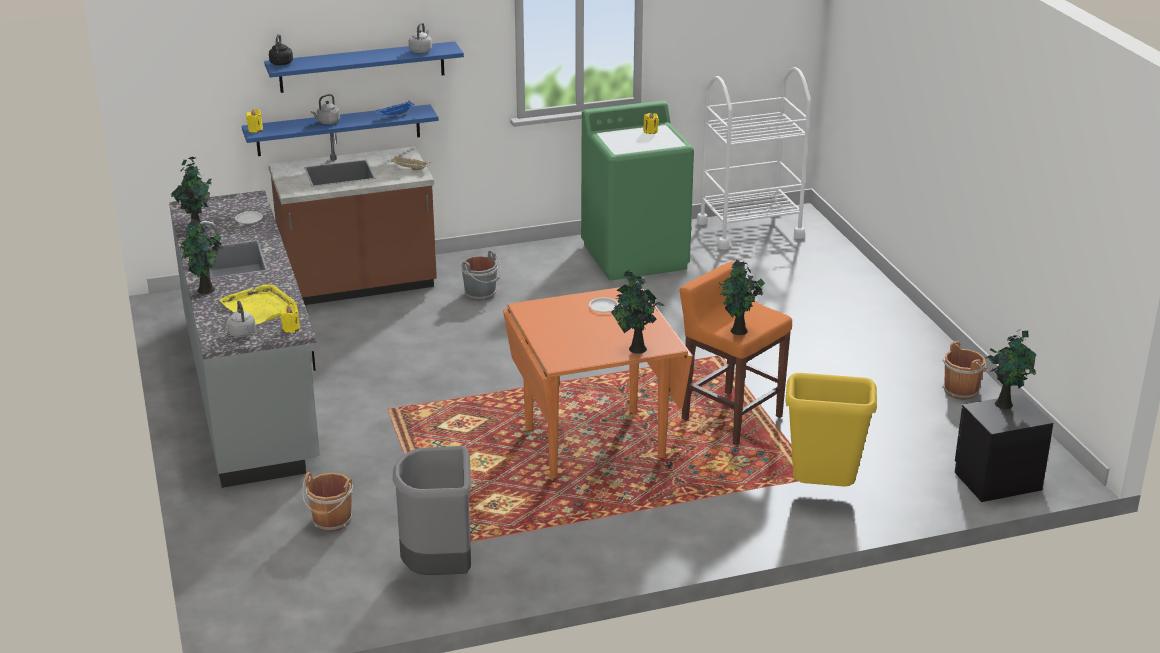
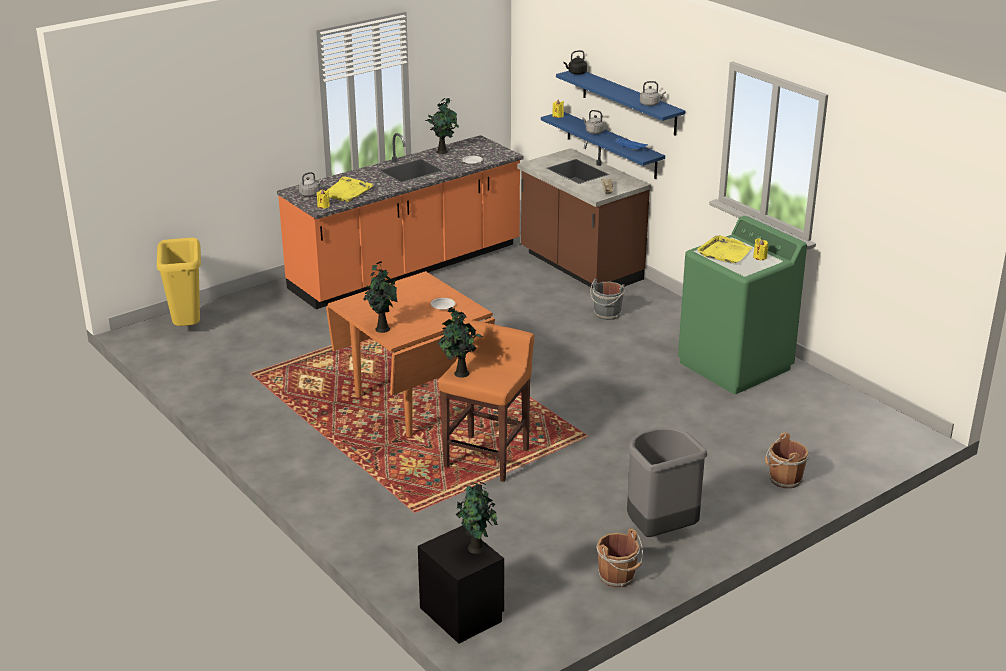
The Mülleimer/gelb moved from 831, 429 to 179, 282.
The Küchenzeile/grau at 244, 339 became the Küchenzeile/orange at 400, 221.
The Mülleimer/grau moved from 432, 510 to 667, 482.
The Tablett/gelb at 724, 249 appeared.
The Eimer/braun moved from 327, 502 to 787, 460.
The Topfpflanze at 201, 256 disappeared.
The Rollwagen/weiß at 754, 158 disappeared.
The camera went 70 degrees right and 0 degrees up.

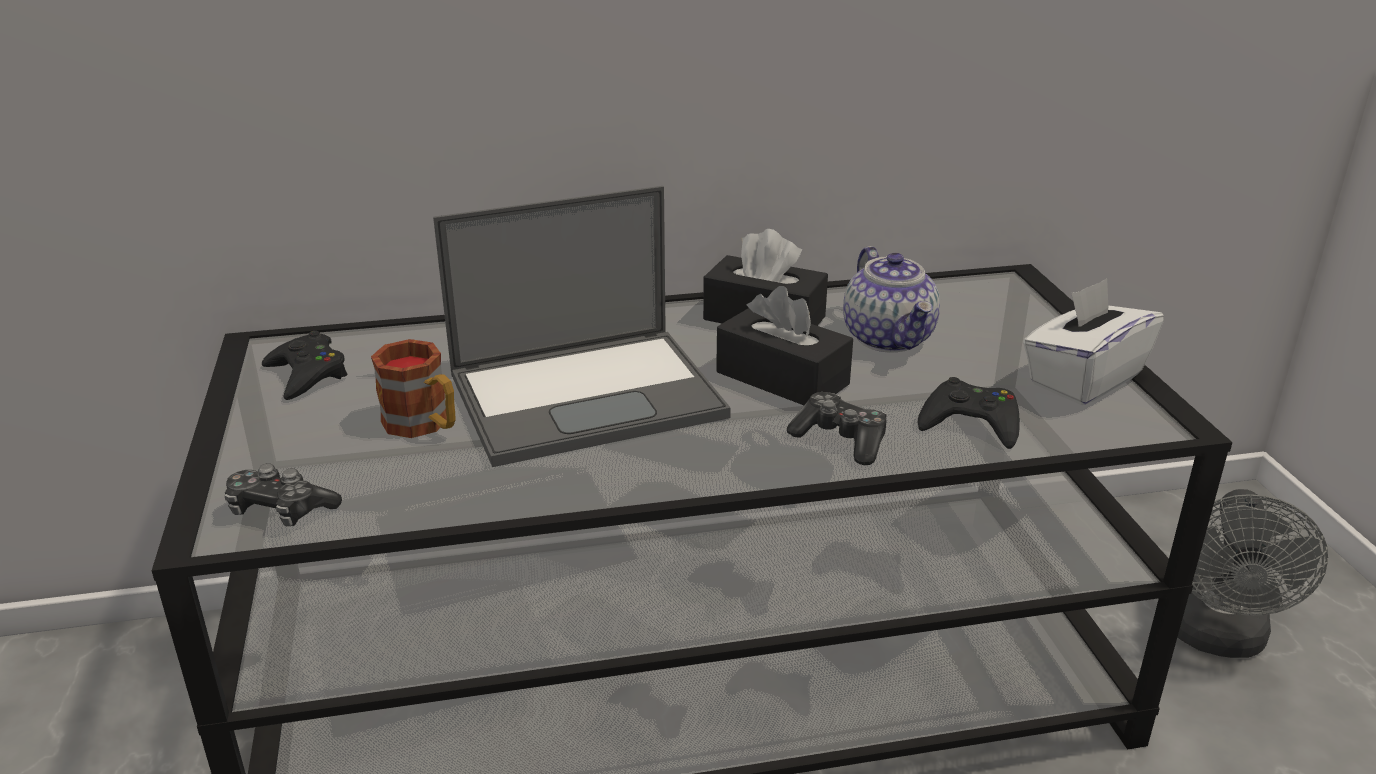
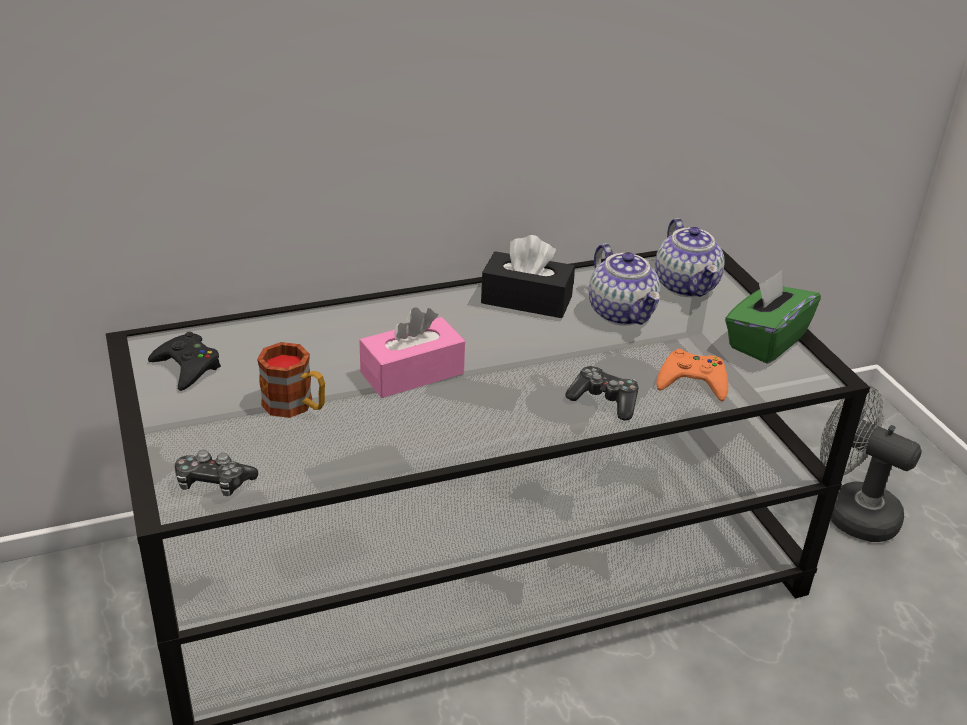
The Laptop at 582, 326 was replaced by the Taschentuchbox/rosa at 412, 352.
The Teekanne at 690, 257 appeared.
The Gamepad/schwarz at 968, 413 became the Gamepad/orange at 692, 375.
The Taschentuchbox/weiß at 1093, 341 became the Taschentuchbox/grün at 773, 317.
The Ventilator/grau at 1253, 573 turned 120 degrees clockwise.
The Taschentuchbox/schwarz at 784, 345 disappeared.
The camera went 10 degrees left and 5 degrees up.

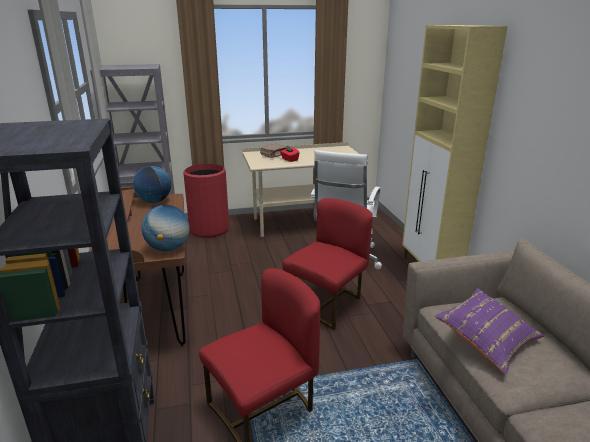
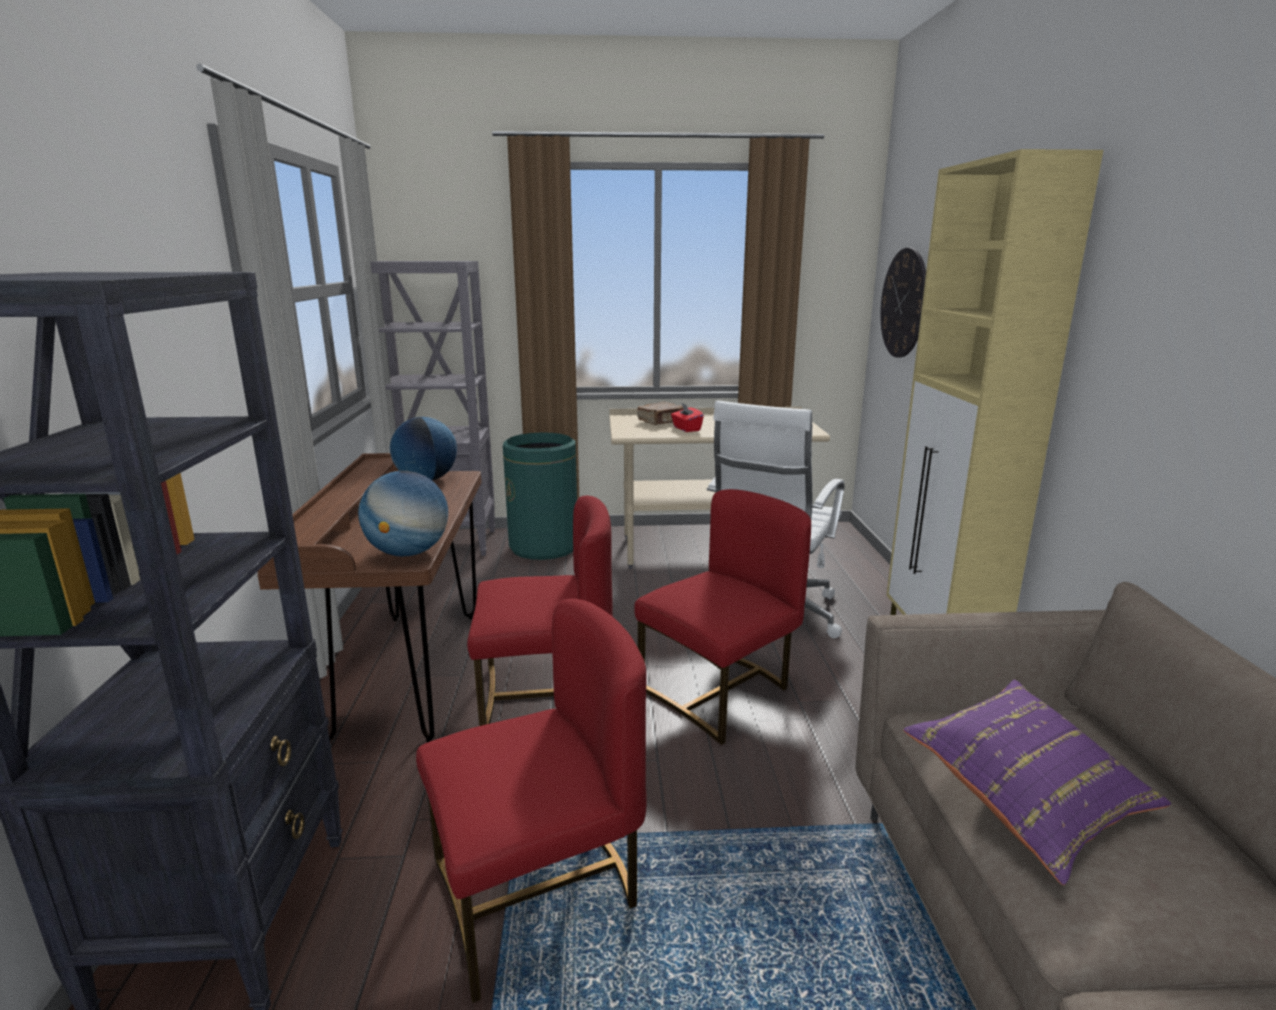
The Stuhl/rot at 540, 611 appeared.
The Mülleimer/rot at 206, 201 became the Mülleimer/grün at 540, 496.
The Wanduhr at 903, 302 appeared.
The camera went 10 degrees right and 5 degrees down.

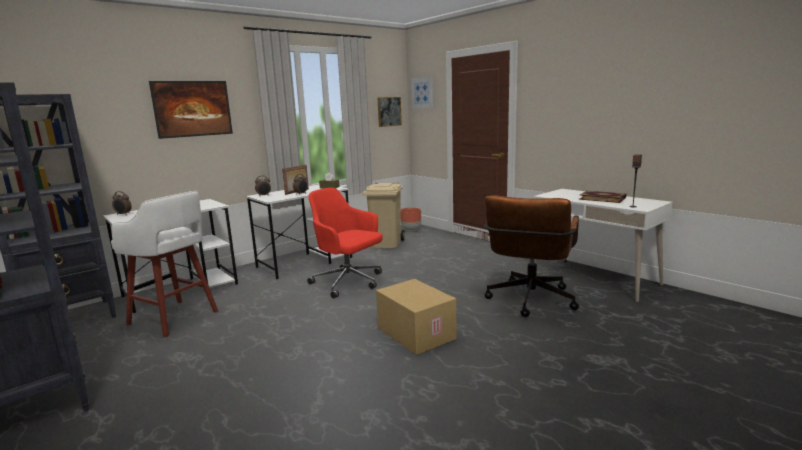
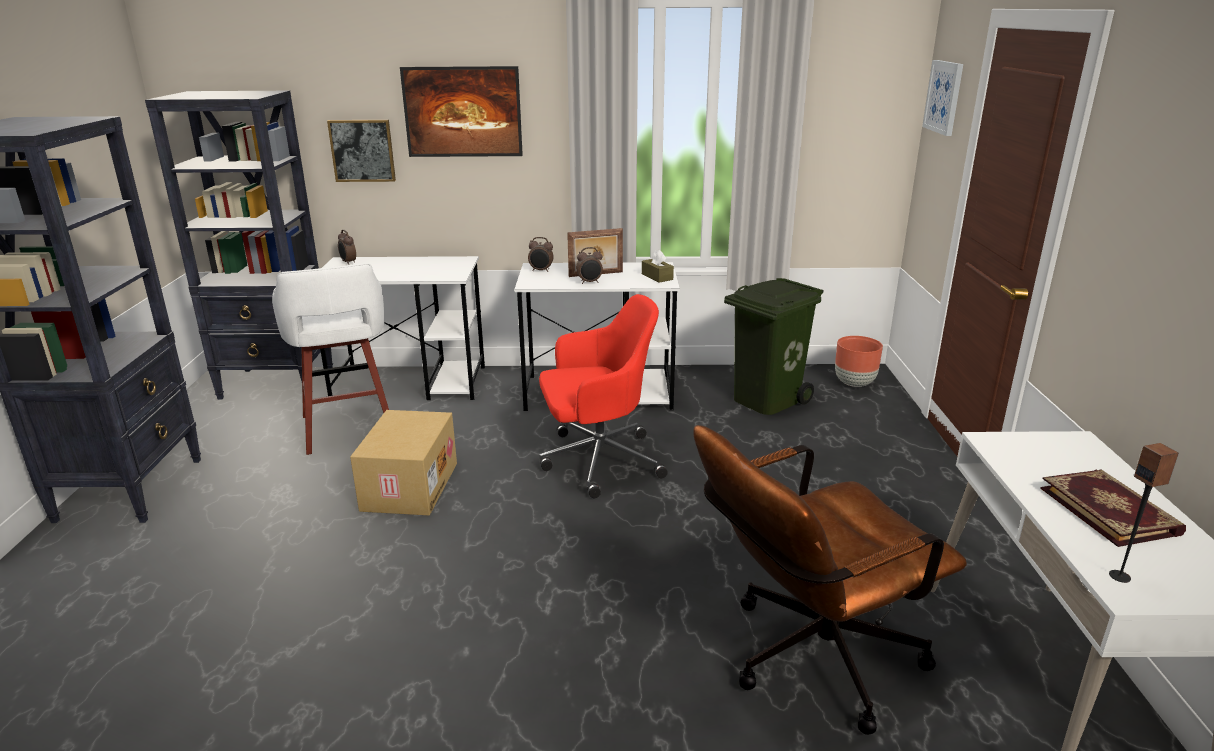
The Bild moved from 390, 112 to 361, 151.
The Karton moved from 416, 317 to 403, 463.
The Bürostuhl/rot at 345, 243 turned 90 degrees clockwise.
The Mülleimer/beige at 384, 215 became the Mülleimer/grün at 774, 346.
The camera went 40 degrees right and 10 degrees up.

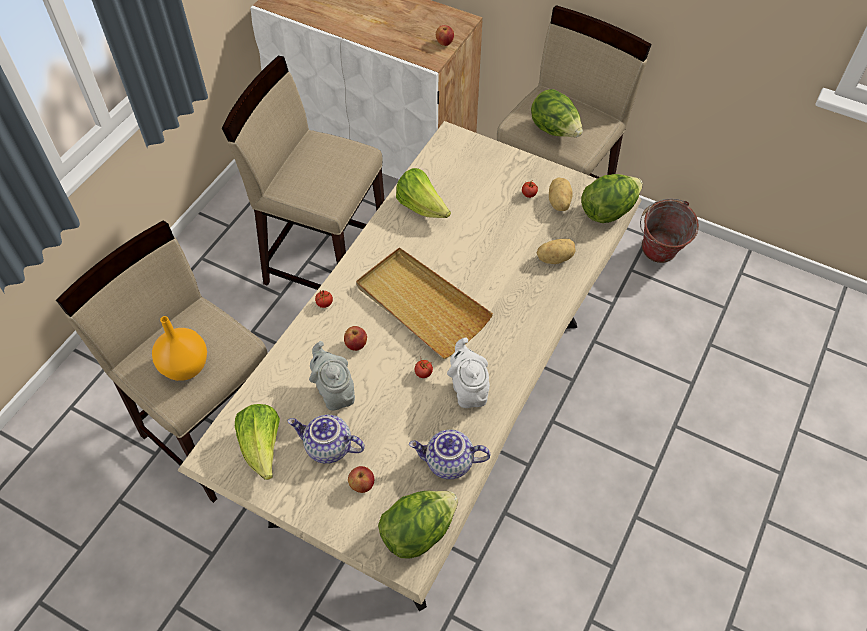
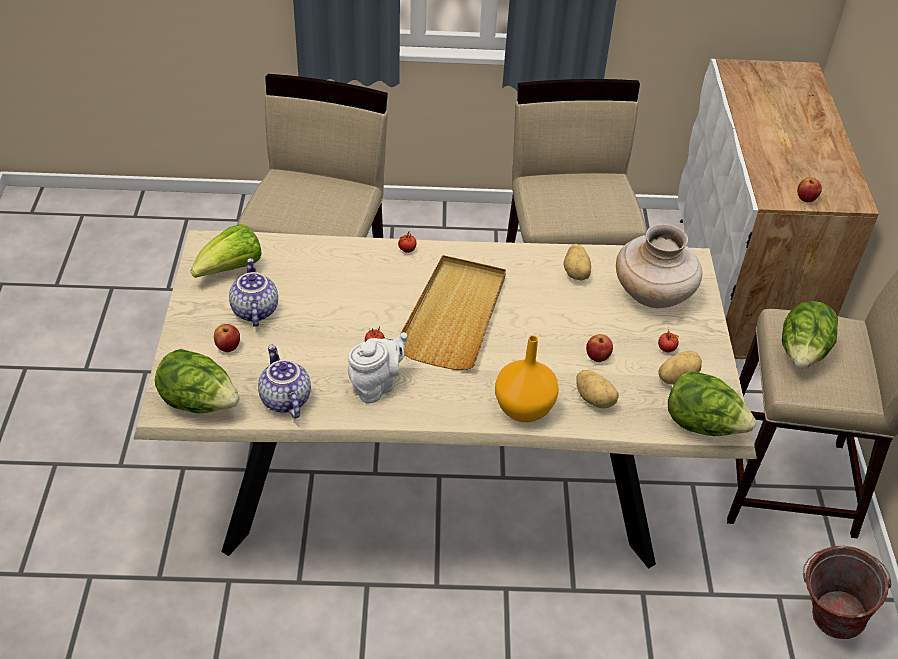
The Vase/orange moved from 179, 348 to 527, 378.
The Salatkopf at 423, 193 was replaced by the Kartoffel at 577, 262.
The Apfel moved from 355, 338 to 599, 348.
The Vase/beige at 659, 266 appeared.
The Teekanne/grau at 332, 376 disappeared.
The camera went 60 degrees right and 10 degrees down.

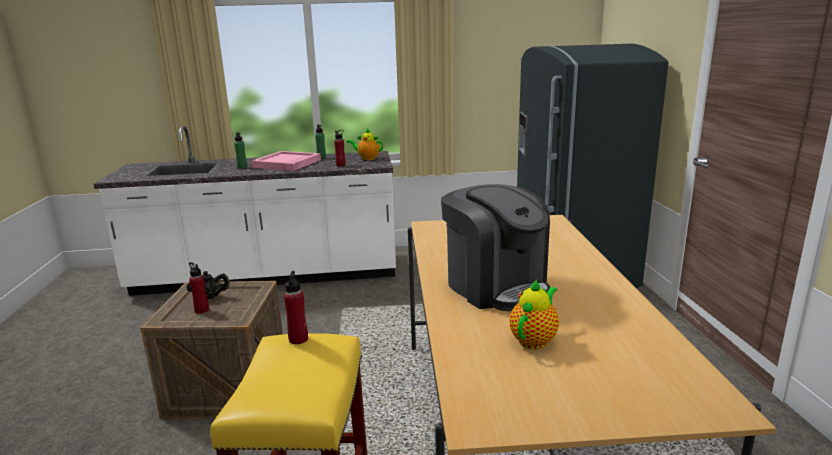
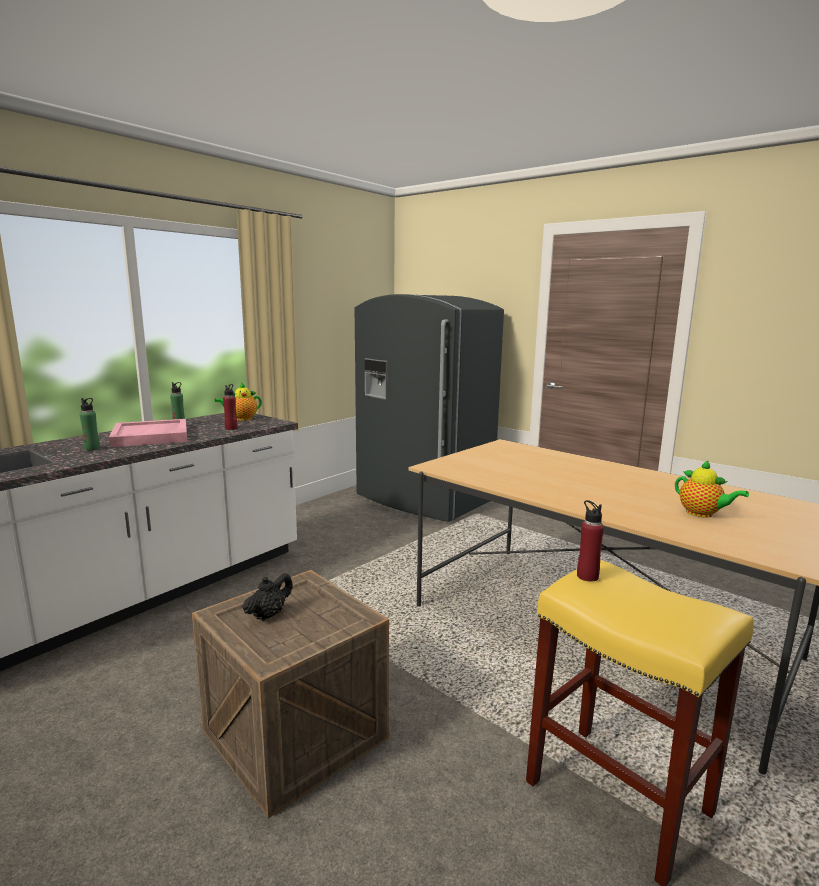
The Teekanne at 534, 314 turned 150 degrees clockwise.
The Flasche/rot at 199, 288 disappeared.
The Kaffeemaschine at 495, 247 disappeared.
The camera went 45 degrees left and 5 degrees down.

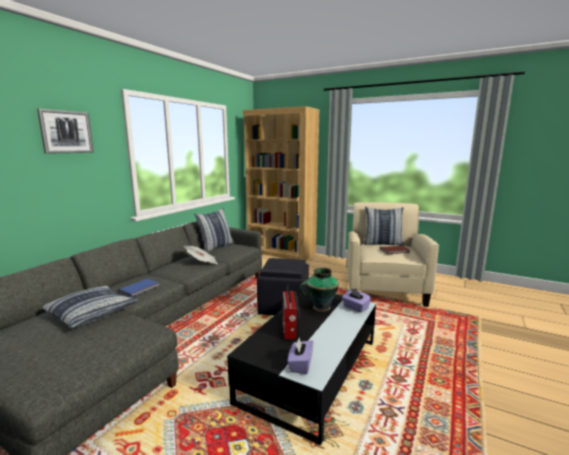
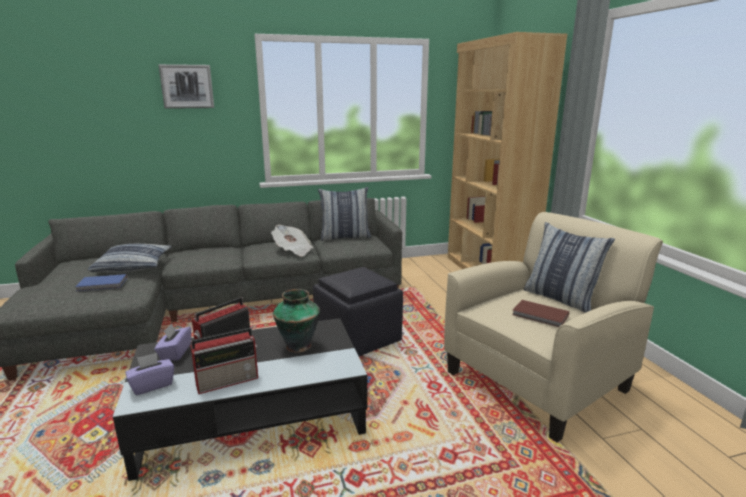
The Buch/blau moved from 138, 288 to 101, 282.
The Taschentuchbox/lila moved from 356, 301 to 172, 341.
The Radio at 224, 360 appeared.
The camera went 45 degrees right and 5 degrees up.

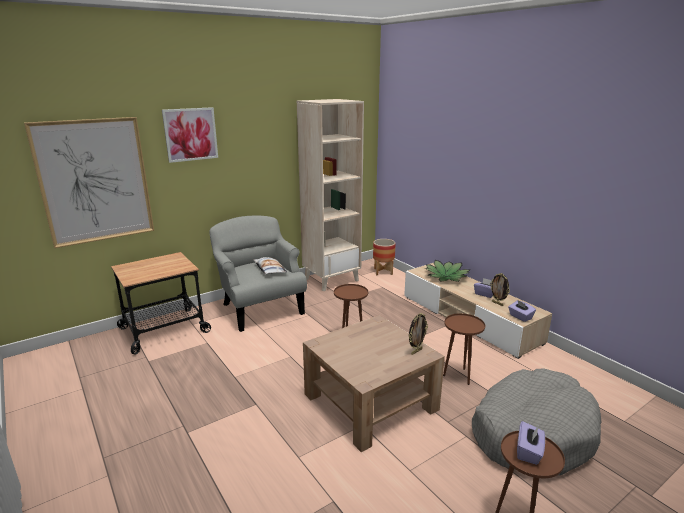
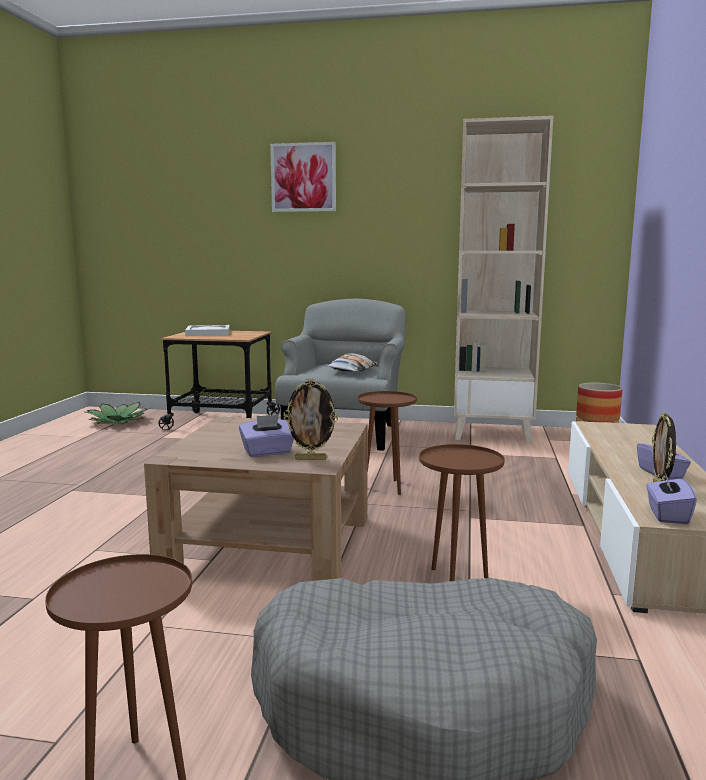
The Topfpflanze moved from 447, 271 to 117, 413.
The Tablett/weiß at 207, 330 appeared.
The Taschentuchbox/lila moved from 531, 443 to 266, 436.
The Bild at 89, 182 disappeared.
The camera went 45 degrees right and 10 degrees down.

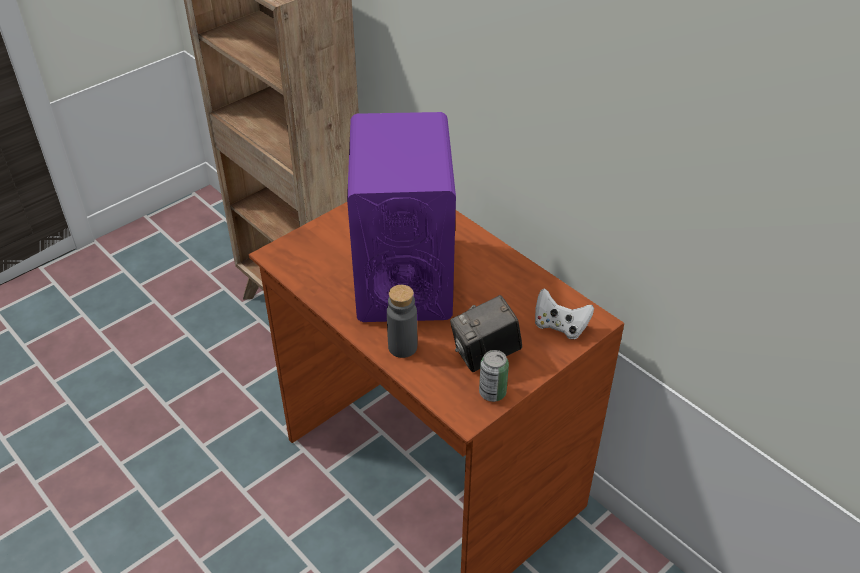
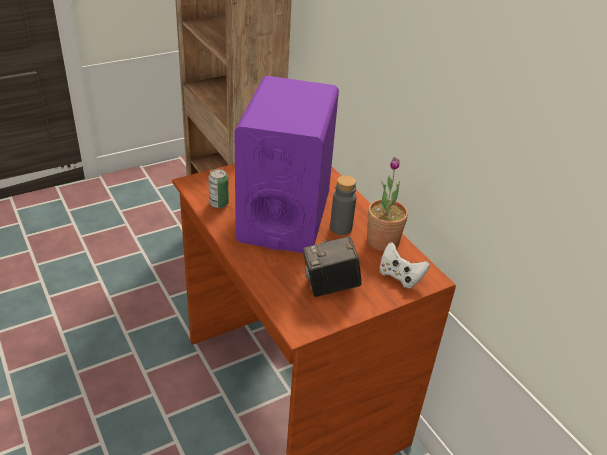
The Dose moved from 494, 376 to 218, 188.
The Flasche/grau moved from 402, 321 to 343, 205.
The Topfpflanze at 387, 204 appeared.
The camera went 10 degrees right and 5 degrees down.

